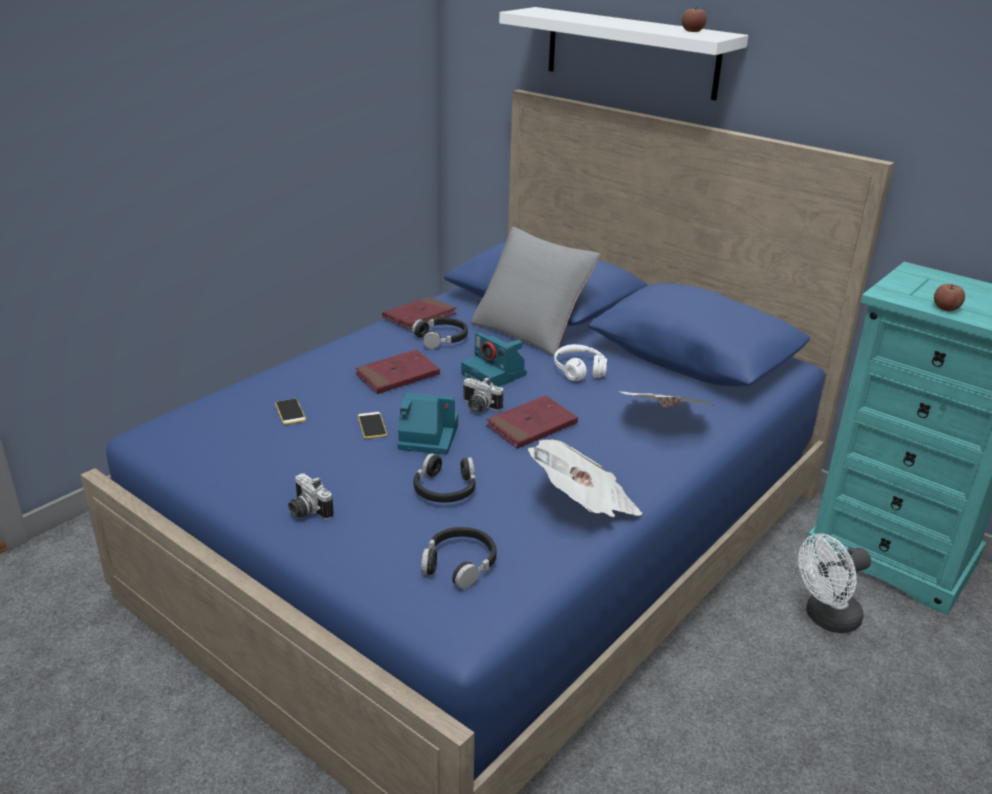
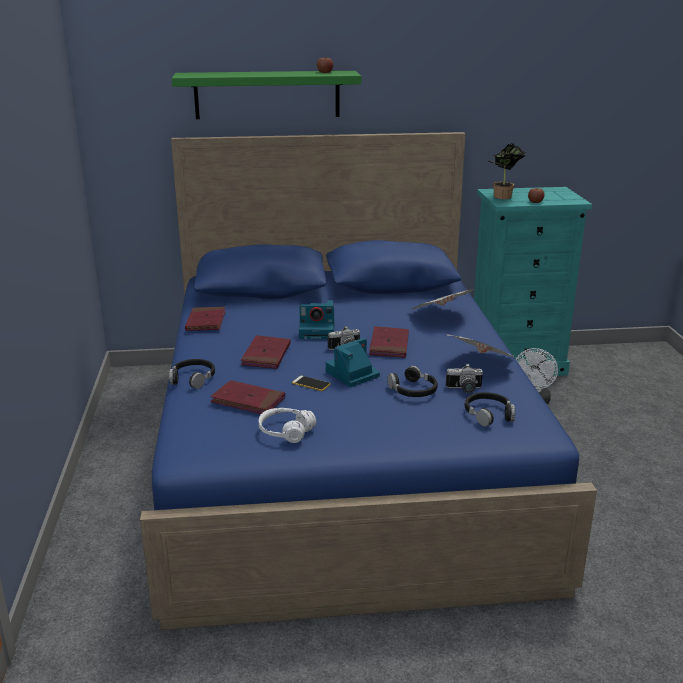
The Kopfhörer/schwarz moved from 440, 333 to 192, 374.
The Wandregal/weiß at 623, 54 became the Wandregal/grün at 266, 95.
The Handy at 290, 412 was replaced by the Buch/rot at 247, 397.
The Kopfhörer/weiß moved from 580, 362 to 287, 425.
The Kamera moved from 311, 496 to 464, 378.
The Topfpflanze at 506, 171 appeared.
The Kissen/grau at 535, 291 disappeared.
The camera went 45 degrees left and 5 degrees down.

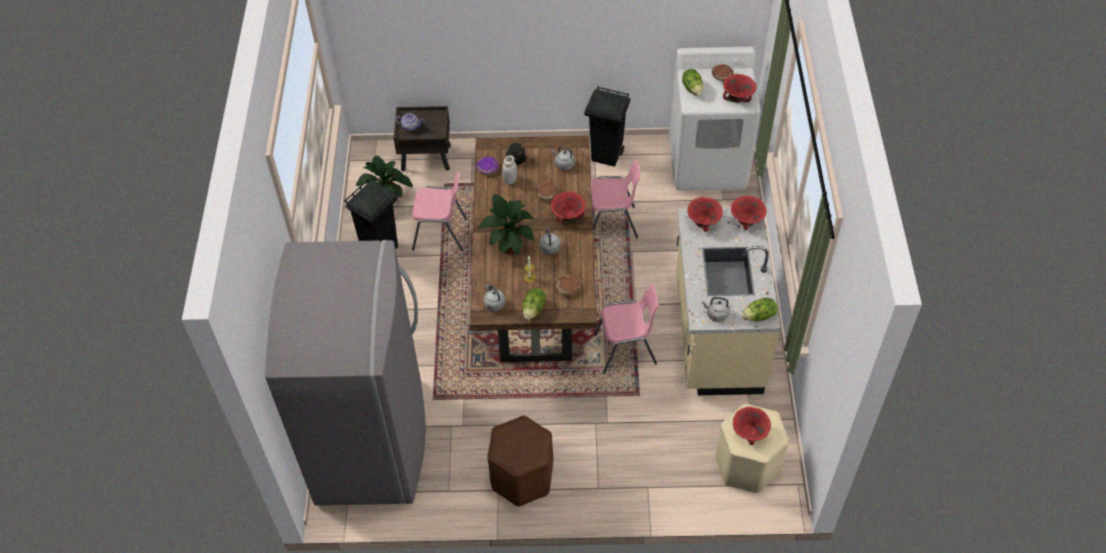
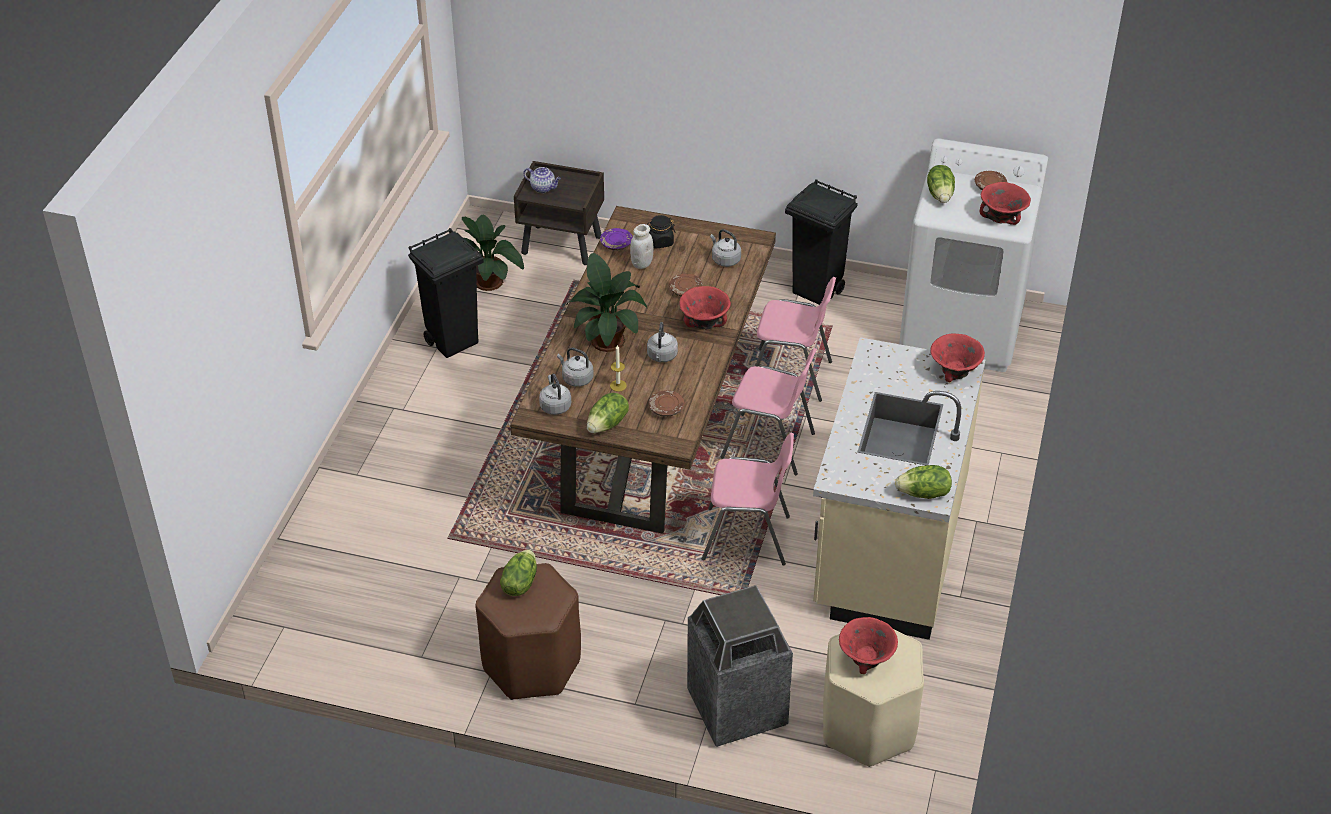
The Salatkopf at 518, 572 appeared.
The Wasserkessel/grau moved from 716, 309 to 575, 367.
The Mülleimer at 740, 666 appeared.
The Stuhl/rosa moved from 439, 211 to 769, 412.
The Kühlschrank/grau at 345, 373 disappeared.
The Schüssel/rot at 705, 214 disappeared.
The camera went 15 degrees right and 10 degrees down.

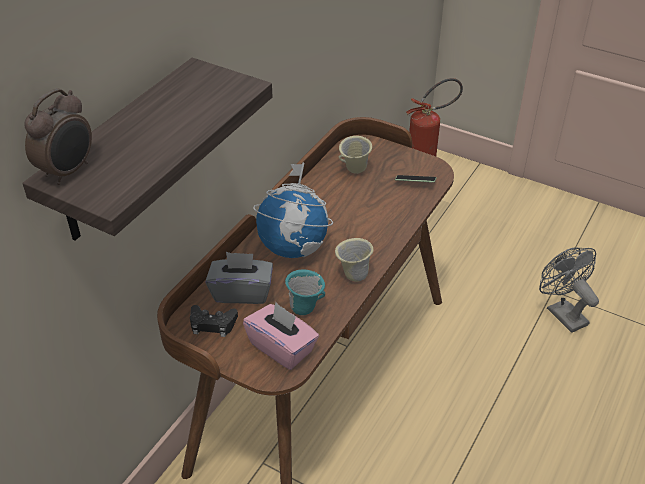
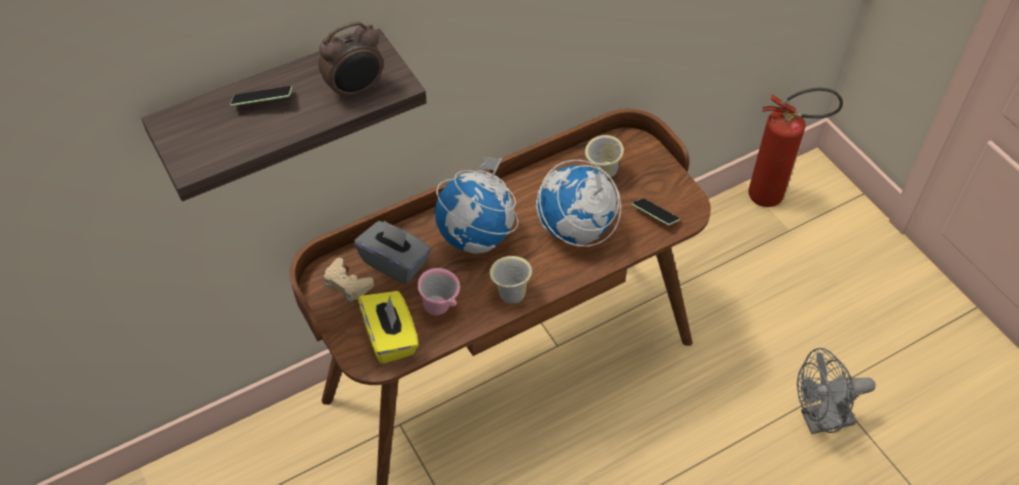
The Handy at 261, 96 appeared.
The Wecker moved from 58, 136 to 351, 61.
The Gamepad/schwarz at 214, 321 became the Gamepad/beige at 349, 280.
The Taschentuchbox/rosa at 281, 336 became the Taschentuchbox/gelb at 388, 327.
The Henkelbecher/türkis at 305, 292 became the Henkelbecher/rosa at 439, 291.
The Globus at 578, 203 appeared.
The Ventilator/grau at 569, 290 turned 105 degrees counterclockwise.
The camera went 30 degrees right and 10 degrees up.

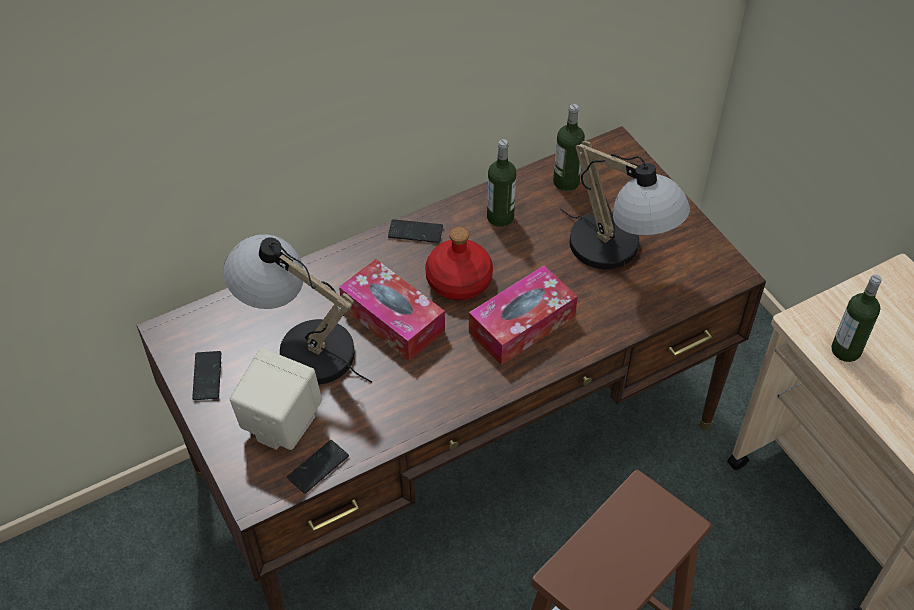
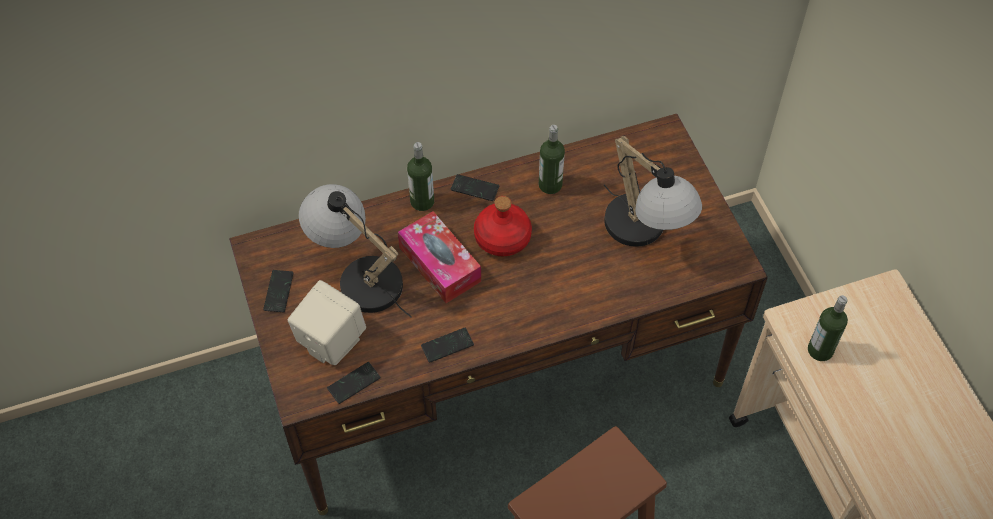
The Flasche moved from 569, 147 to 420, 176.
The Handy at 447, 345 appeared.
The Taschentuchbox at 523, 315 disappeared.
The camera went 10 degrees right and 5 degrees up.

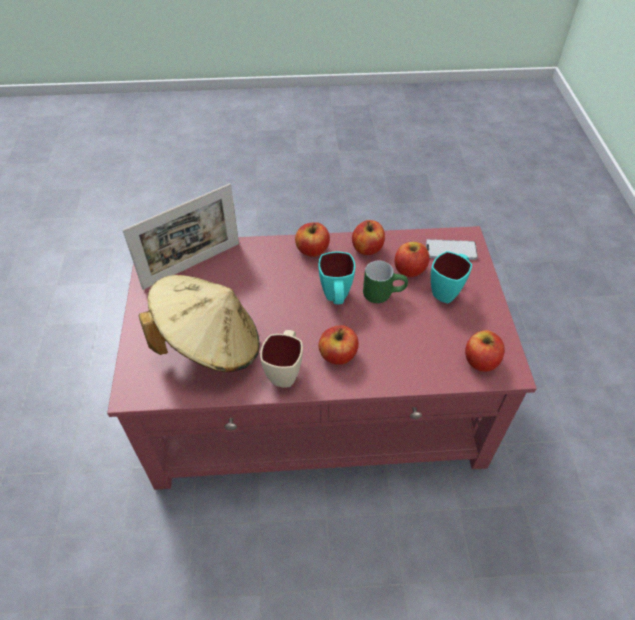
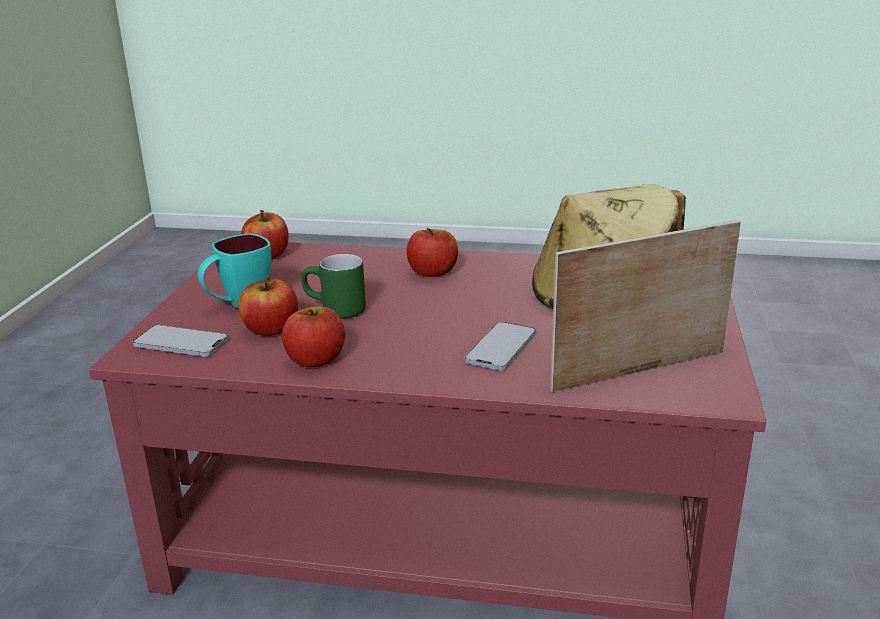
The Handy at 500, 346 appeared.
The Henkelbecher/beige at 281, 358 disappeared.
The Apfel at 312, 239 disappeared.
The Henkelbecher/türkis at 336, 278 disappeared.
The camera went 165 degrees left and 25 degrees down.

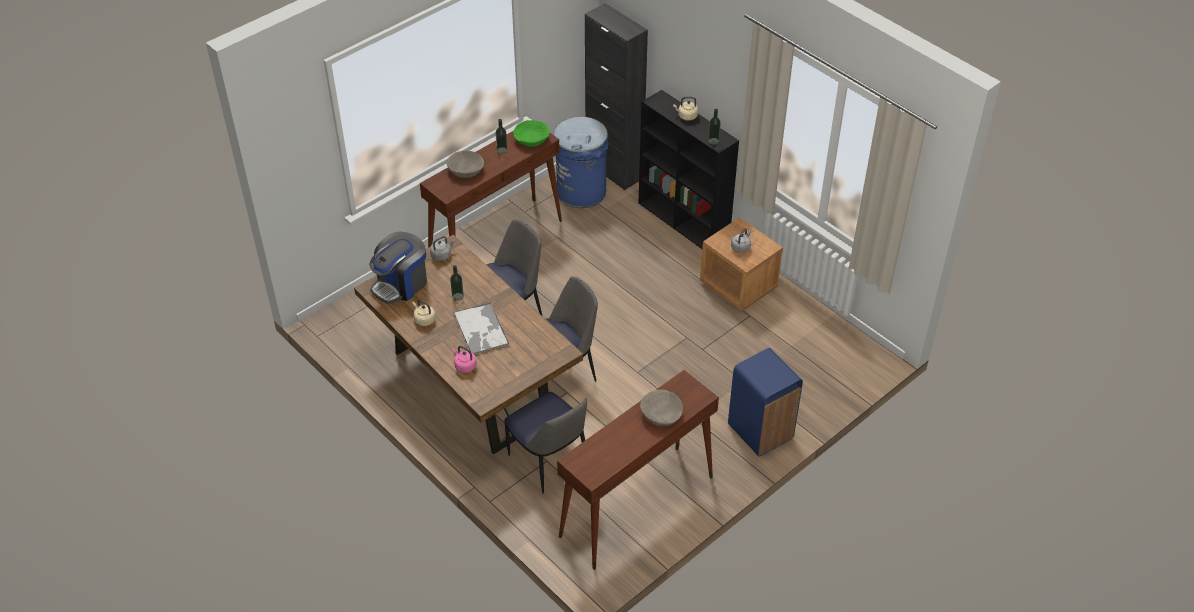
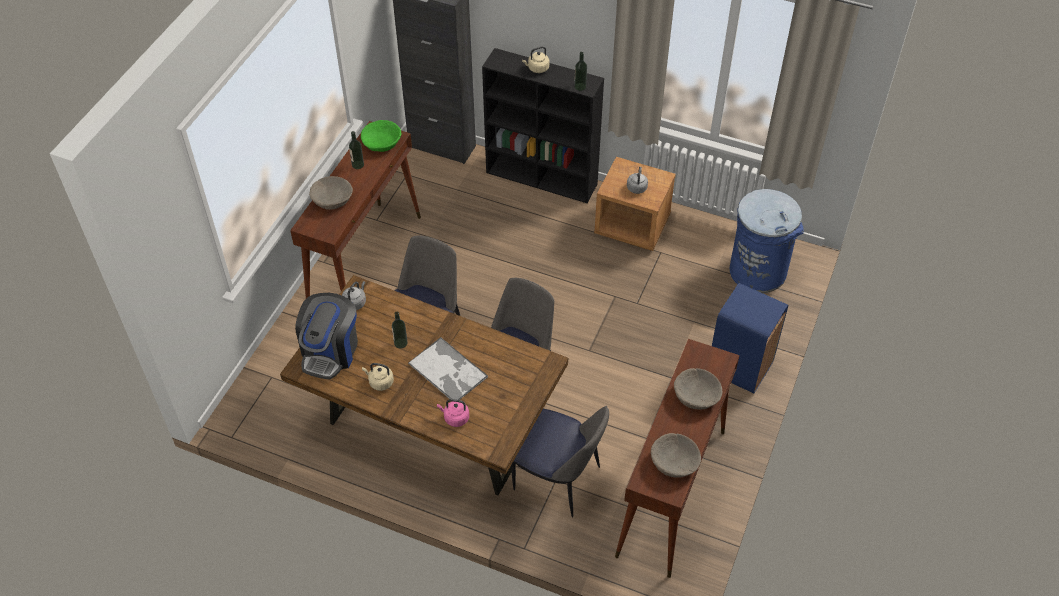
The Schüssel/beige at 676, 455 appeared.
The Mülleimer/blau moved from 581, 162 to 767, 241.
The camera went 25 degrees left and 5 degrees up.

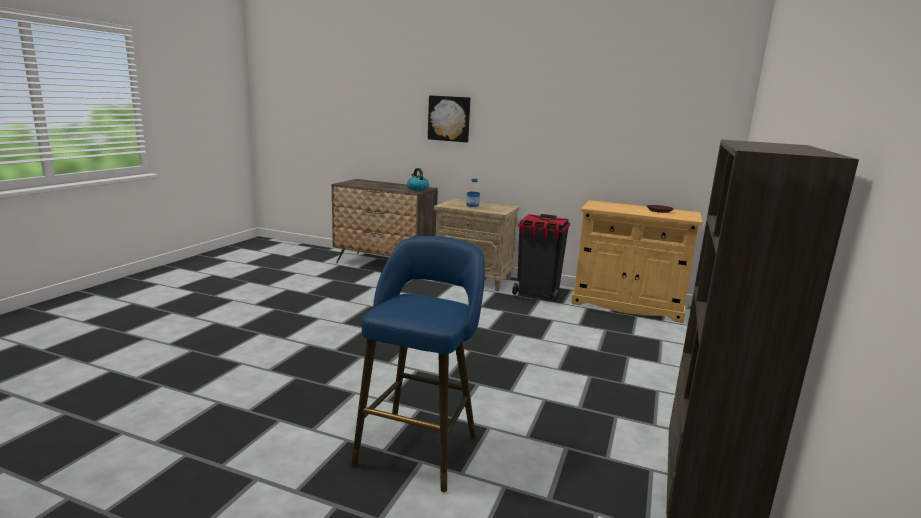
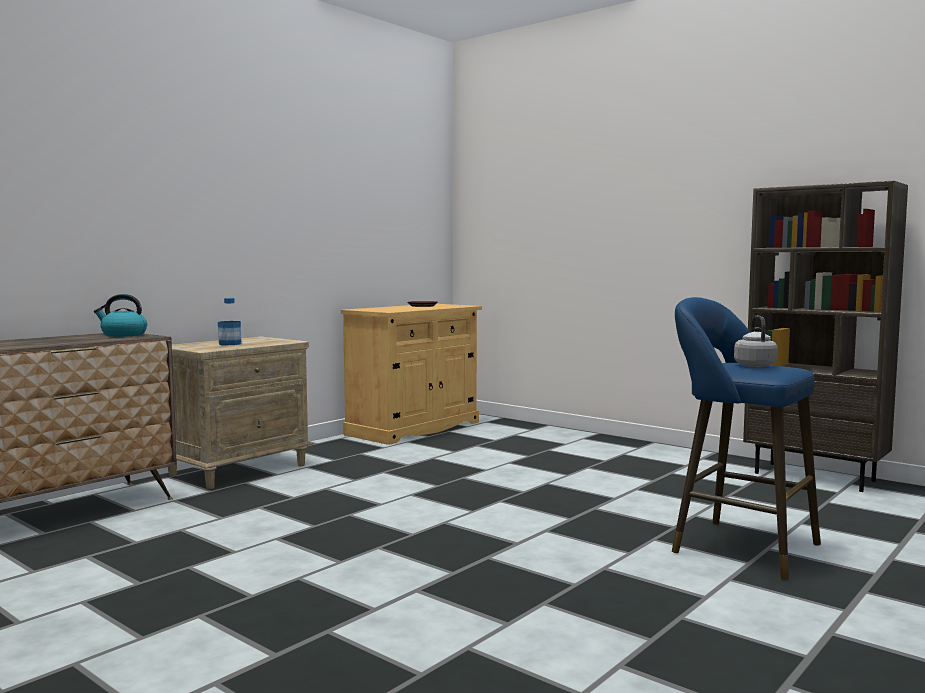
The Wasserkessel/grau at 756, 341 appeared.
The Bild at 449, 118 disappeared.
The Mülleimer/schwarz at 541, 258 disappeared.
The camera went 70 degrees left and 10 degrees down.

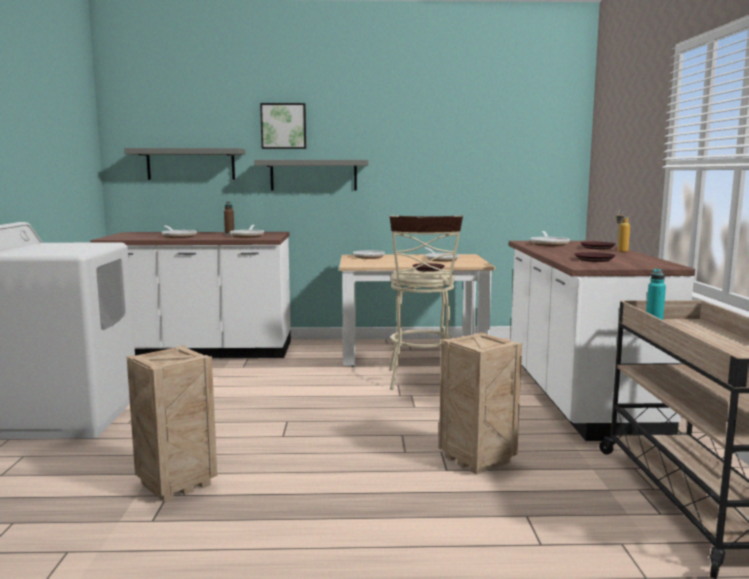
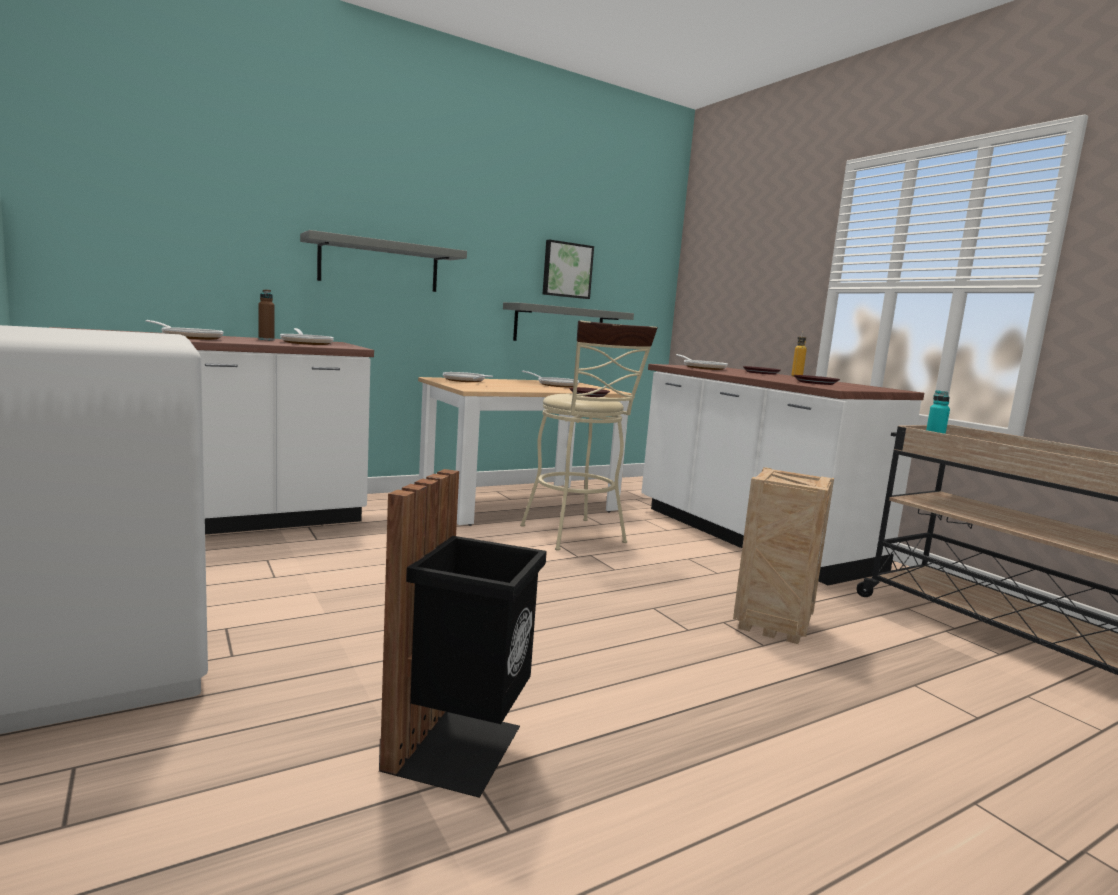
The Kiste at 171, 423 was replaced by the Mülleimer/schwarz at 463, 633.
The Wandregal/grau moved from 184, 164 to 568, 321.
The Bild moved from 283, 126 to 568, 269.
The camera went 30 degrees left and 0 degrees up.

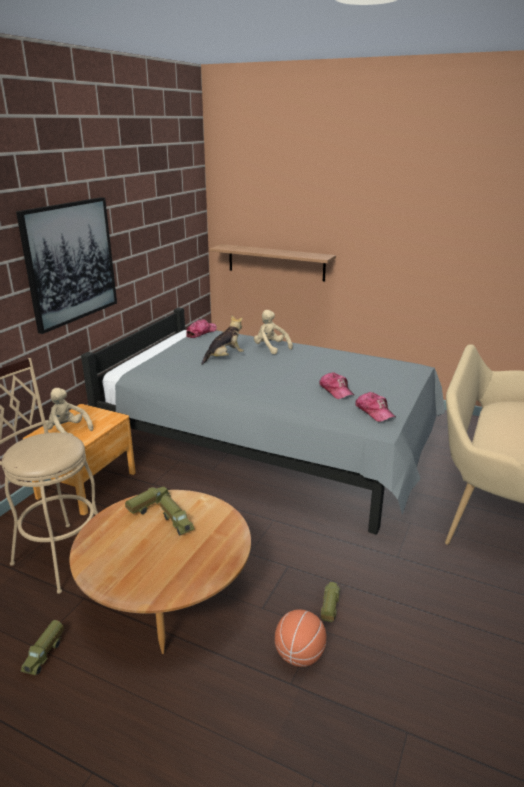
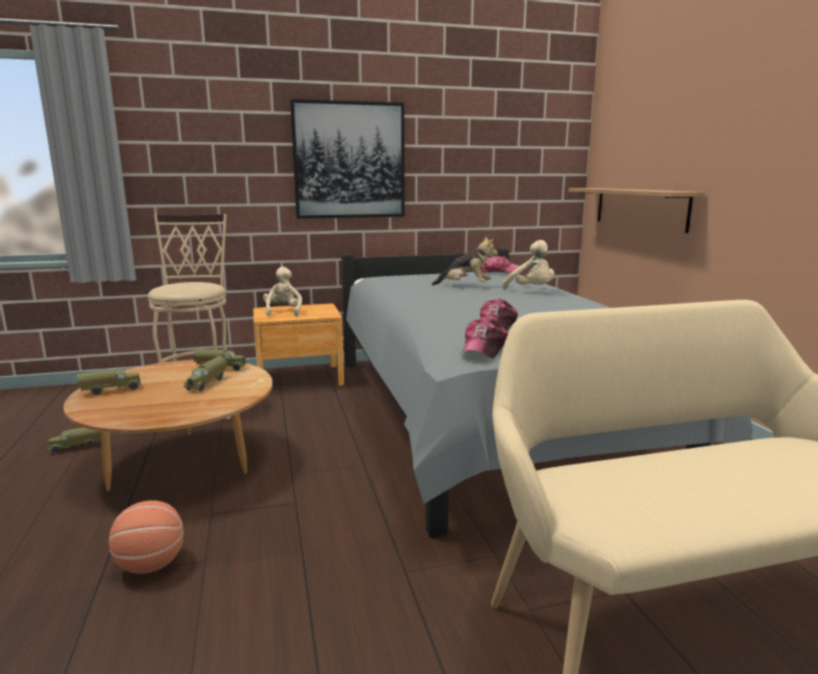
The Spielzeuglaster moved from 330, 602 to 109, 382.
The Plüschtier/beige at 273, 332 turned 135 degrees clockwise.
The camera went 50 degrees right and 10 degrees down.

